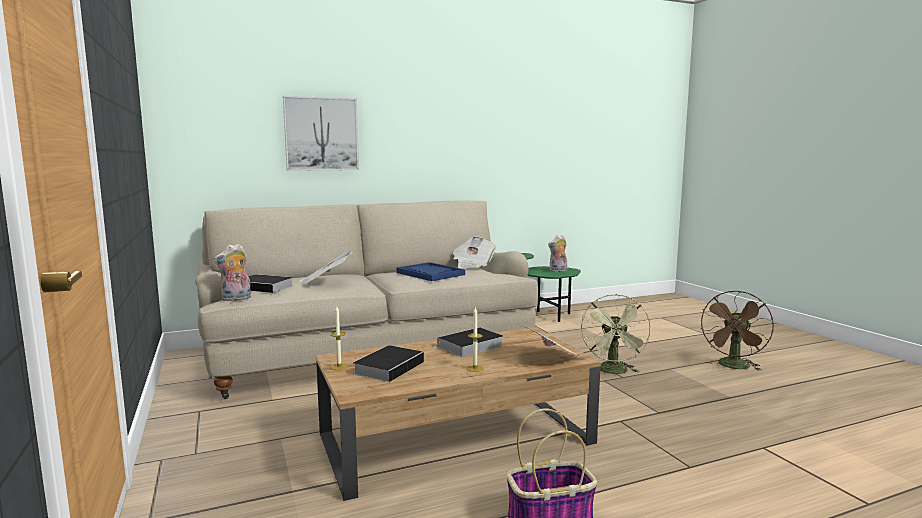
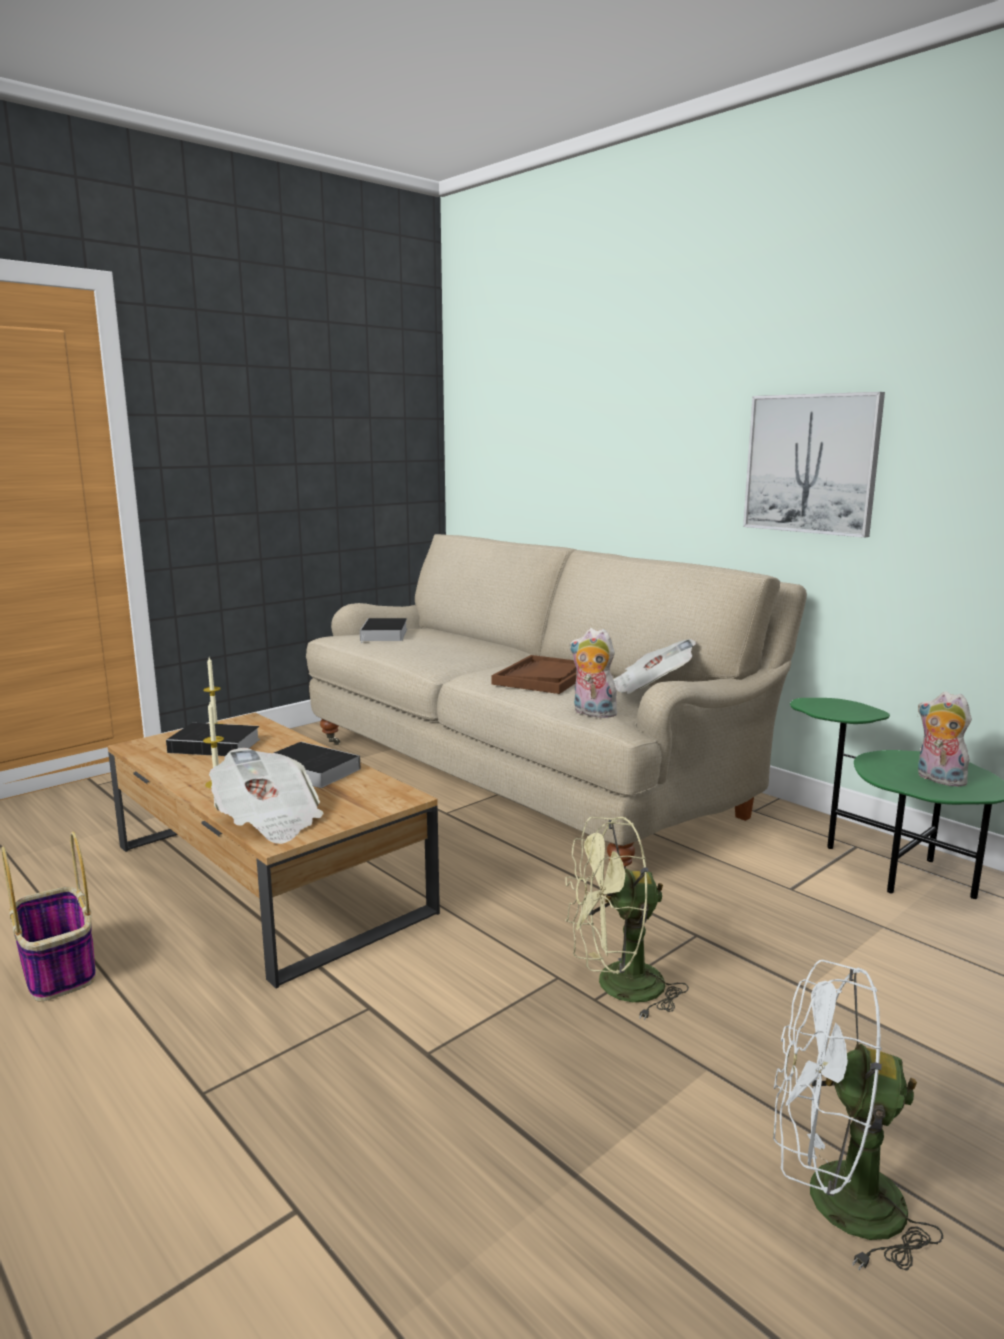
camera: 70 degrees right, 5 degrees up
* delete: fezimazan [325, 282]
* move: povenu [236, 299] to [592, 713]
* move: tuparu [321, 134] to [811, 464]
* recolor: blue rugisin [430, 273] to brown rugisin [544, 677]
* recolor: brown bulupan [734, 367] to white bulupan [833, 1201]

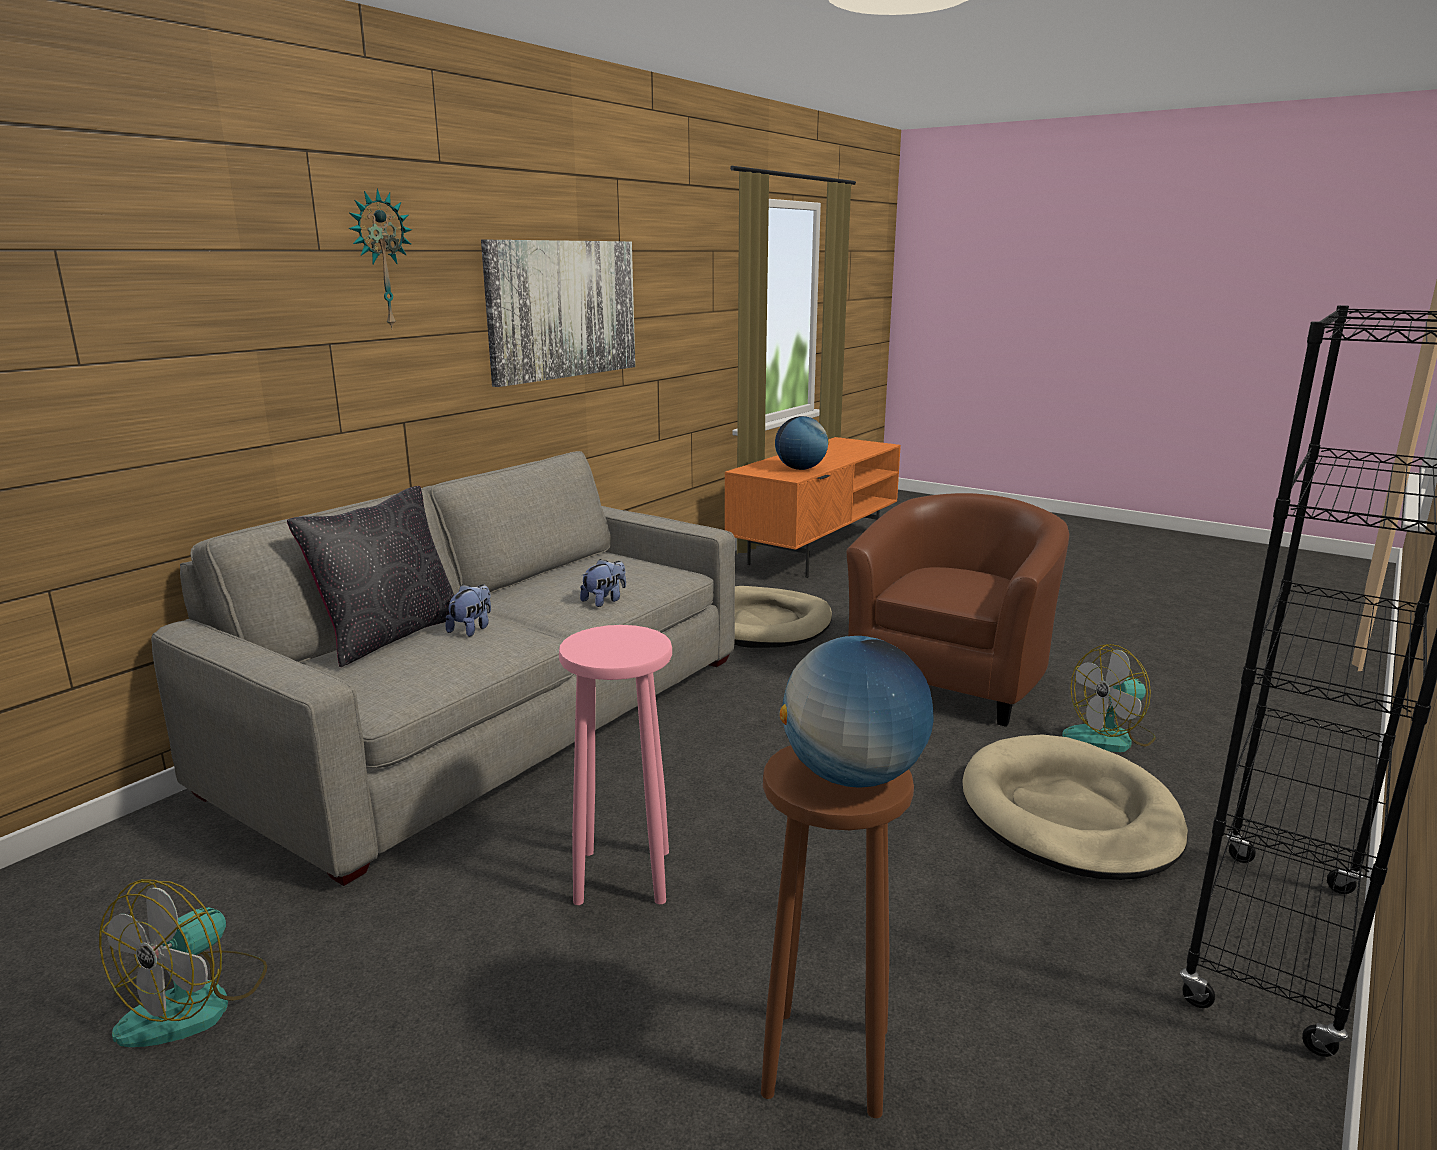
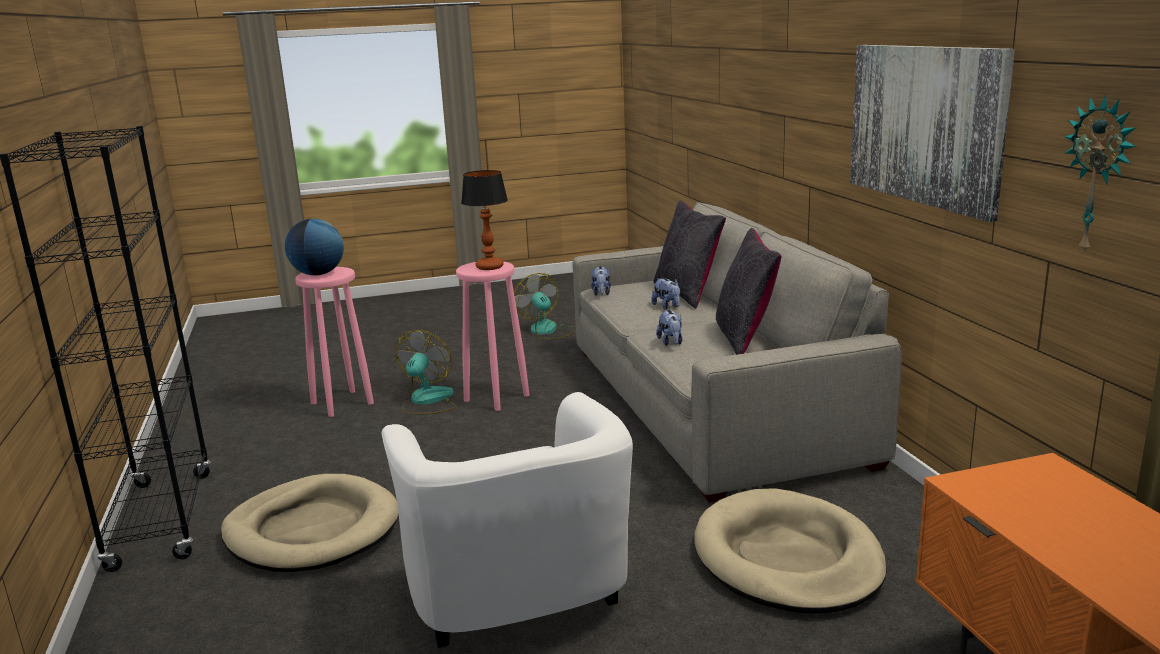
camera: 130 degrees right, 0 degrees up
* delete: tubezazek [800, 469]
* insert: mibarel [490, 267]
* insert: povenu [601, 293]
* insert: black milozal [745, 338]
* move: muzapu [381, 260] to [1099, 176]
* move: bulupan [1110, 737] to [427, 401]
* recolor: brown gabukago [824, 1060] to pink gabukago [343, 403]
* recolor: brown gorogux [953, 679] to white gorogux [519, 602]

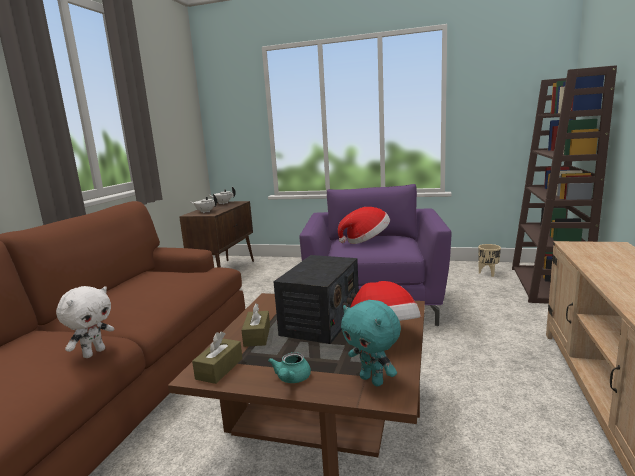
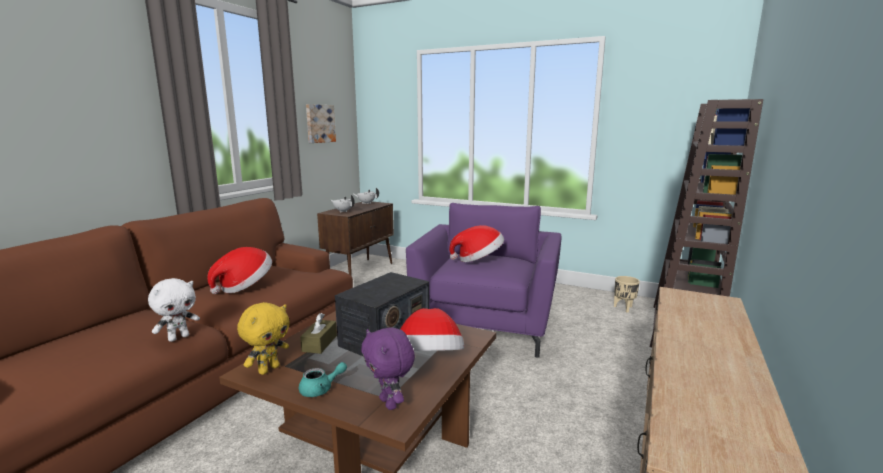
camera: 10 degrees right, 0 degrees up
* insert: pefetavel [245, 286]
* insert: tuparu [319, 123]
* replace: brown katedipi [219, 369] to yellow povenu [268, 369]
* recolor: turquoise povenu [373, 380] to purple povenu [389, 403]
* rotate: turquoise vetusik [291, 379] = [321, 389] 135 degrees counterclockwise

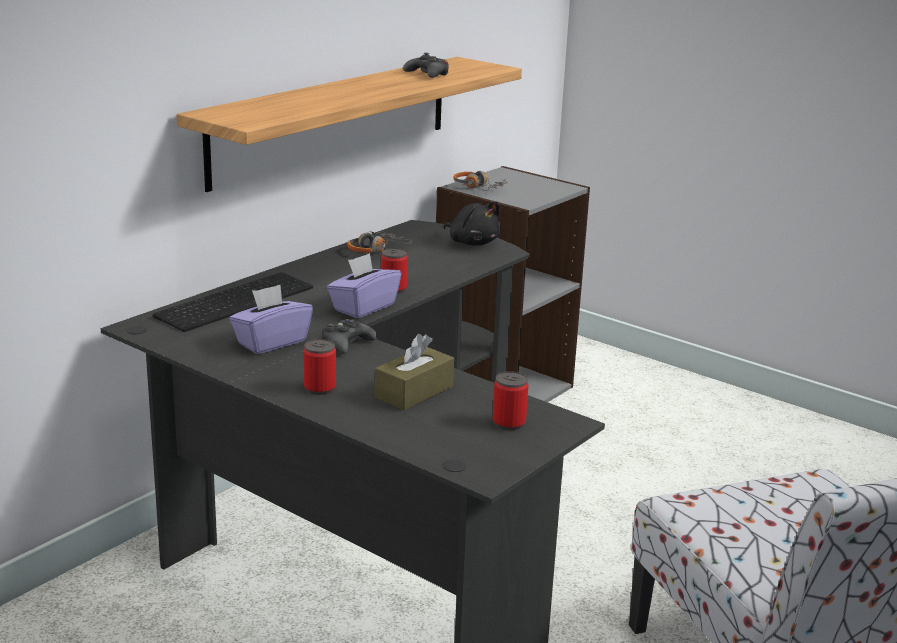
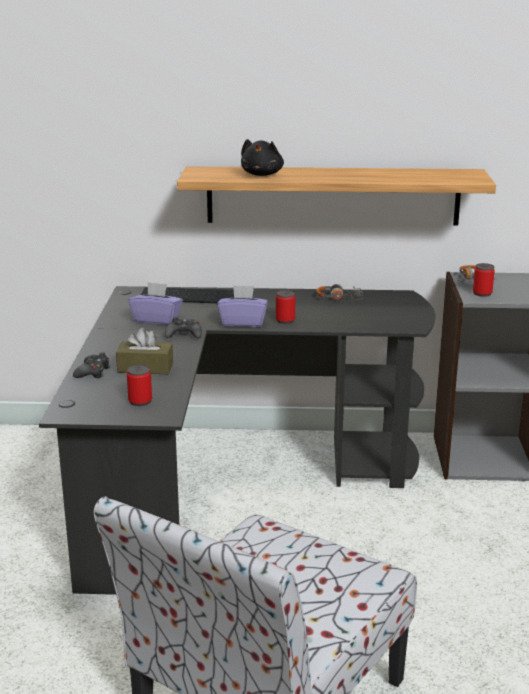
camera: 55 degrees right, 0 degrees up
* move: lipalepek [320, 388] to [482, 293]
* move: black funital [427, 74] to [93, 372]
* move: black povenu [472, 242] to [262, 174]

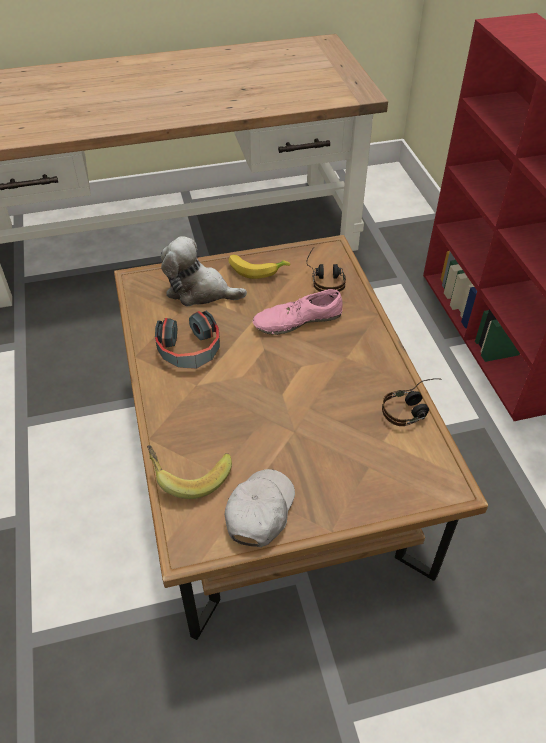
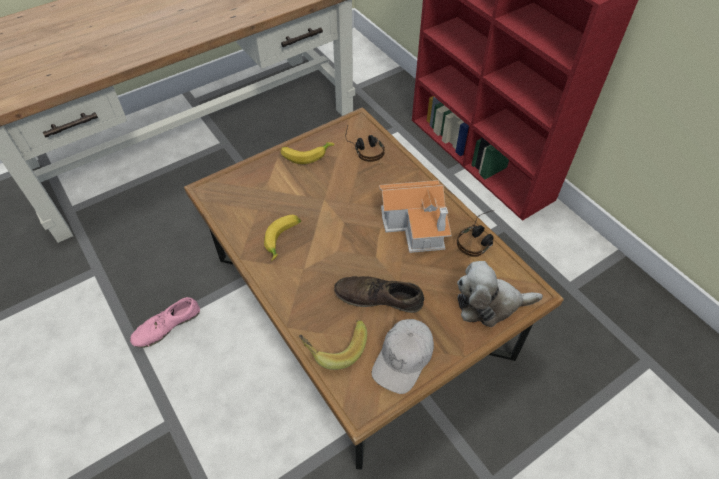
camera: 20 degrees left, 5 degrees up
* insert: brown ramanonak [378, 298]
* insert: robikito [417, 225]
* move: povenu [199, 291] to [490, 304]
* move: pink ramanonak [297, 320] to [167, 326]
* replace: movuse [189, 350] to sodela [283, 240]
* rotate: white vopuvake [259, 511] = [403, 359] 150 degrees counterclockwise

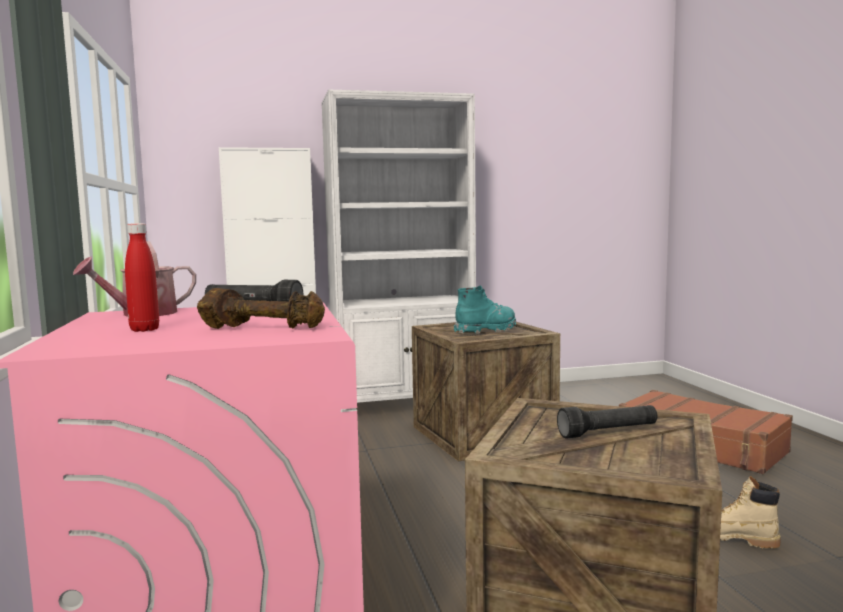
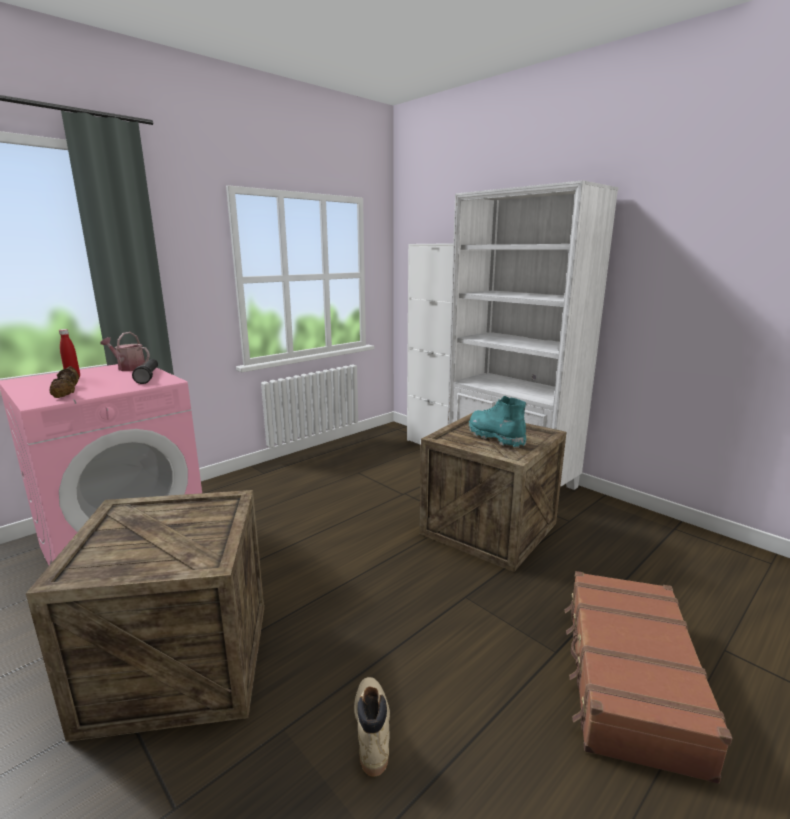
camera: 60 degrees right, 10 degrees up
* delete: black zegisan [608, 433]
* rotate: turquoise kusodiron [486, 330] = [495, 437] 150 degrees counterclockwise

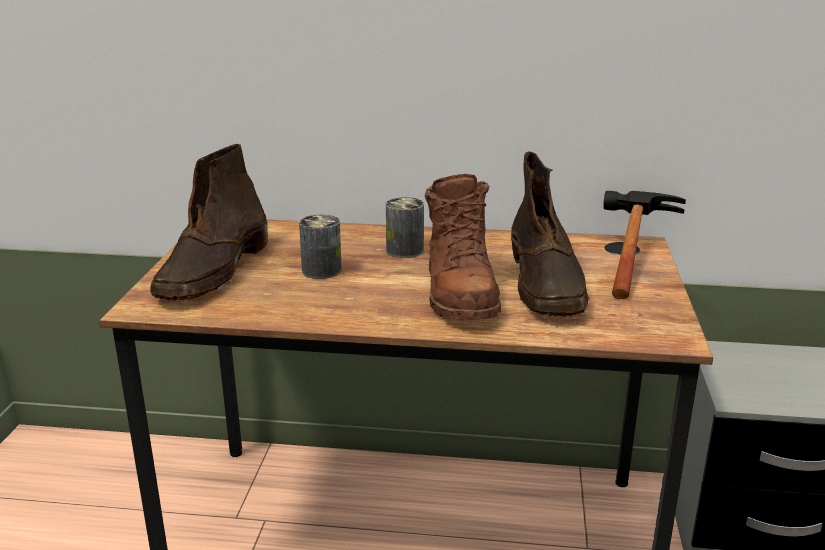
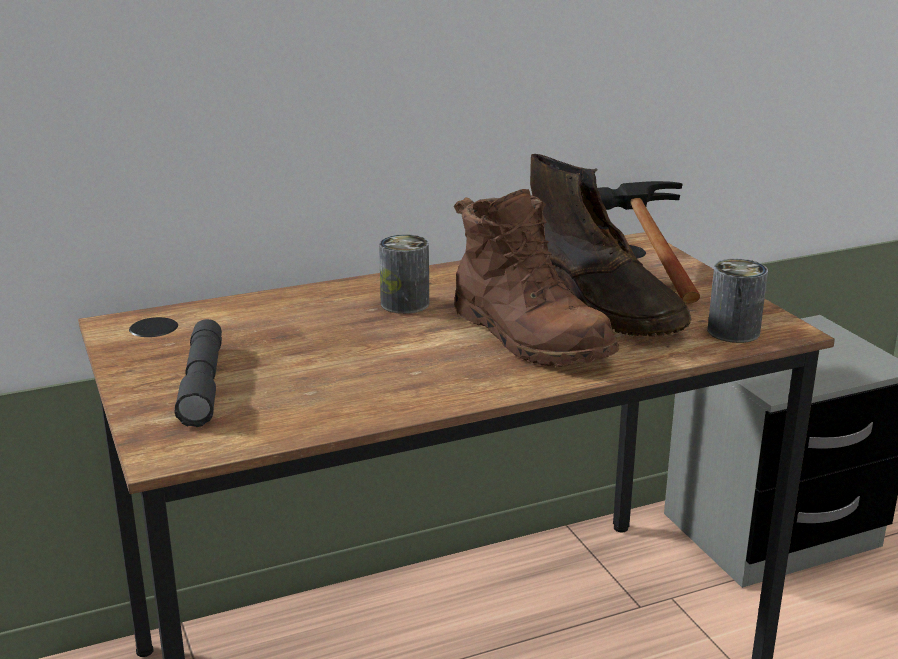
camera: 30 degrees left, 0 degrees up
* move: lipalepek [321, 270] to [733, 331]
* replace: brown kusodiron [214, 272] to grey zegisan [202, 384]

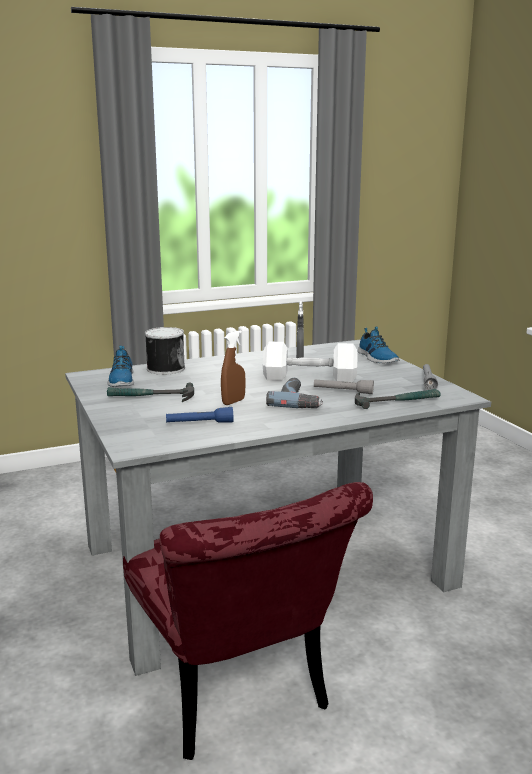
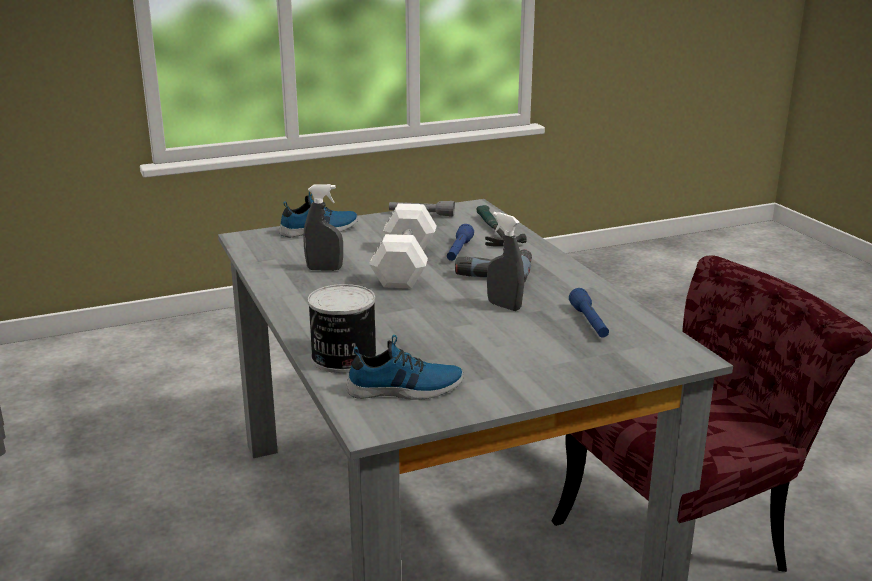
camera: 90 degrees left, 5 degrees up
* delete: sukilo [151, 397]
* recolor: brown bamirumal [233, 402] to grey bamirumal [504, 306]
* recolor: grey zegisan [343, 391] to blue zegisan [458, 251]

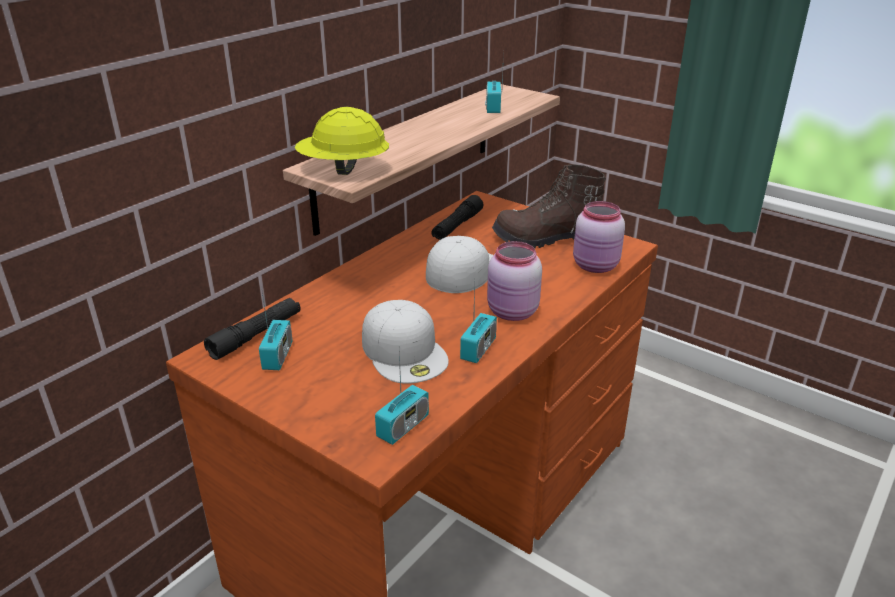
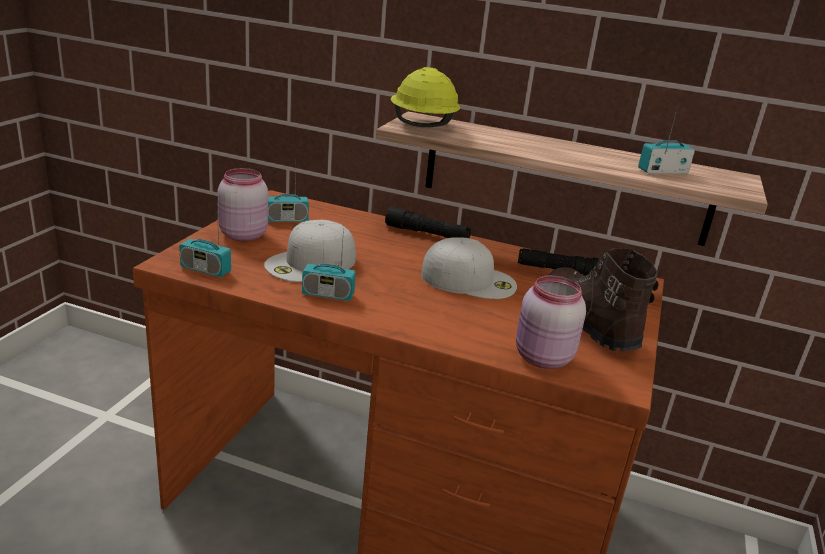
camera: 70 degrees right, 5 degrees down
* move: black zegisan [256, 335] to [427, 234]
* move: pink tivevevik [512, 313] to [242, 235]

